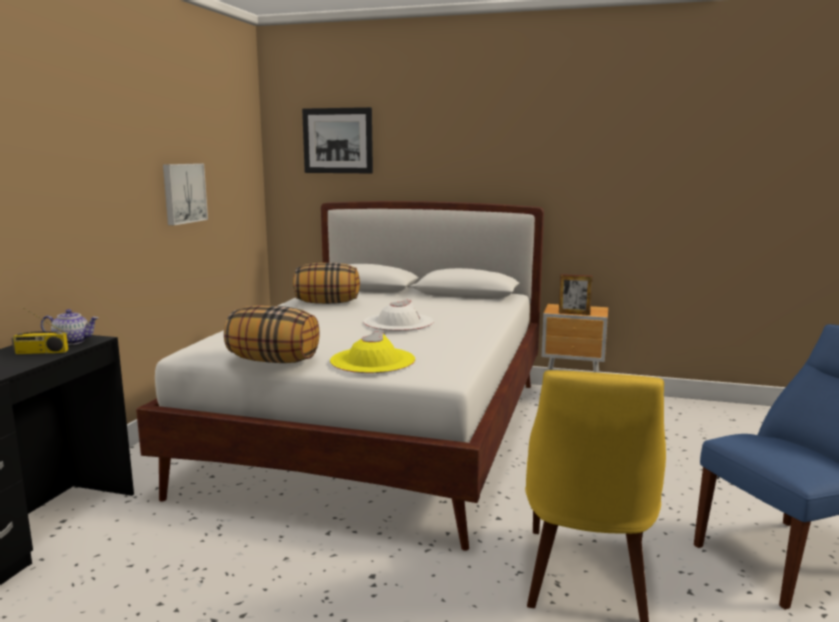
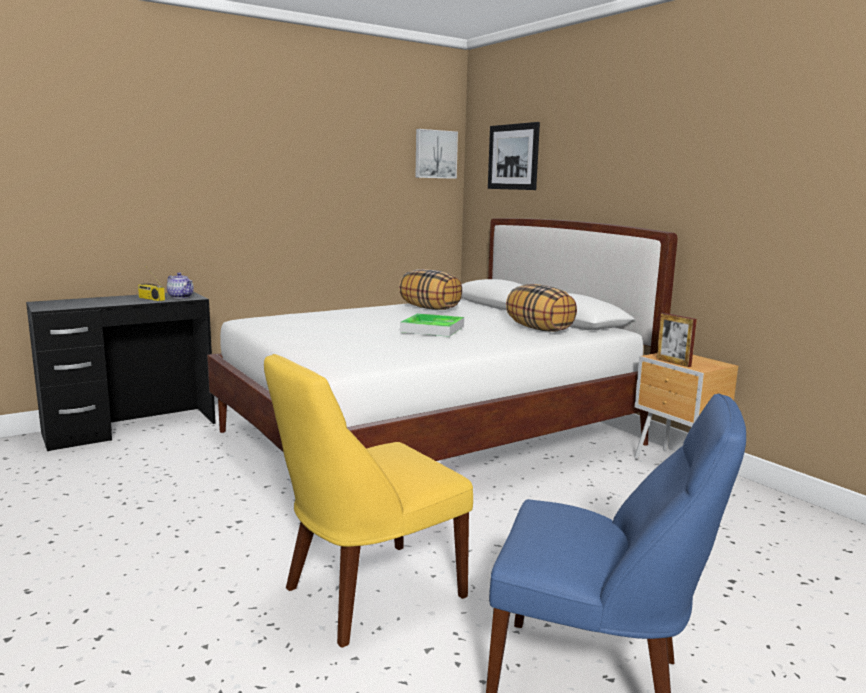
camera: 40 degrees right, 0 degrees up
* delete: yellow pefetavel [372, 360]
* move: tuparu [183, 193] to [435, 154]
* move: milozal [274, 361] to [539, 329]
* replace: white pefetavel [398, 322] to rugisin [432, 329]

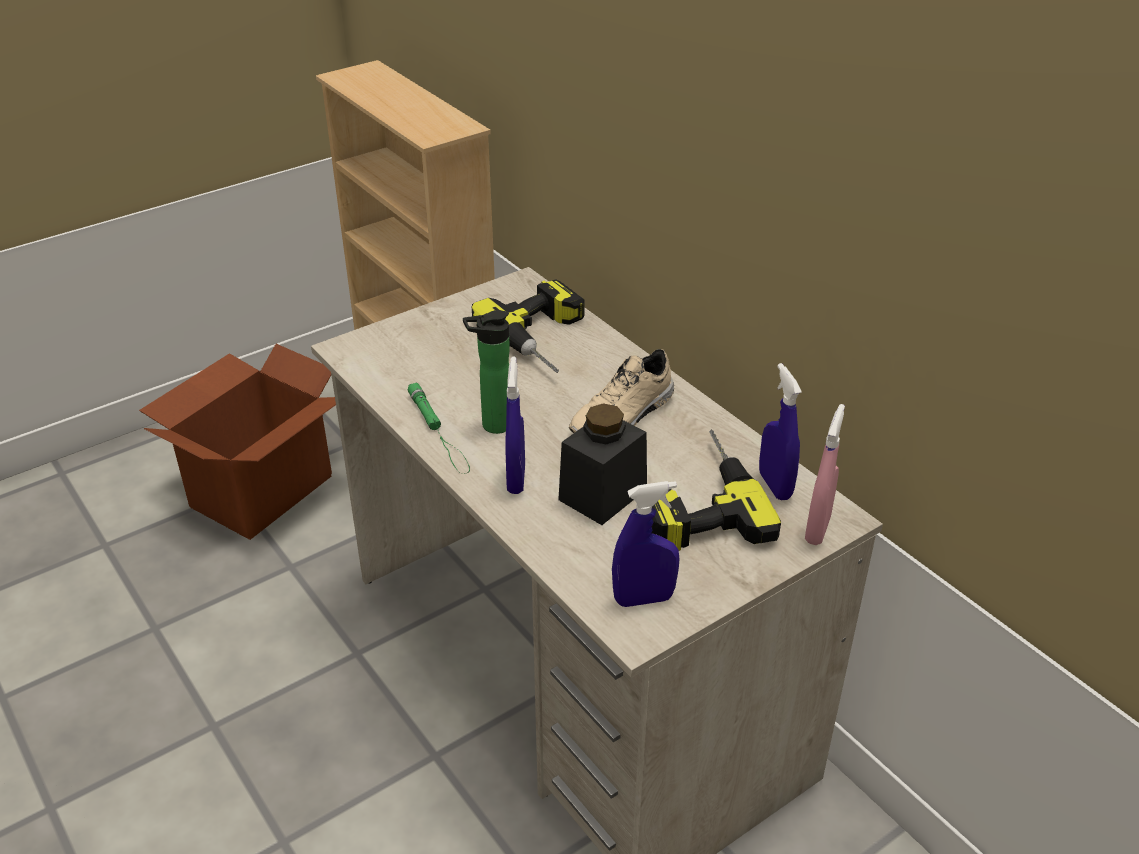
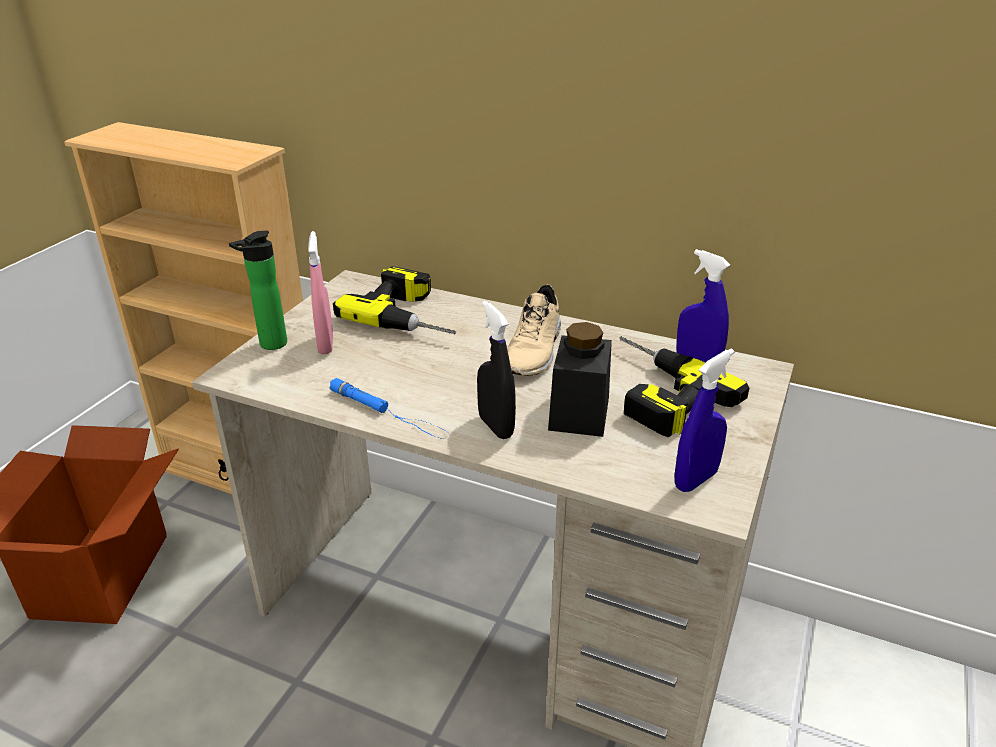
camera: 30 degrees left, 5 degrees down
* move: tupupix [492, 426] to [269, 345]
* move: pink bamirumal [817, 529] to [325, 344]
* recolor: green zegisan [439, 432] to blue zegisan [389, 413]
* recolor: blue bamirumal [516, 479] to black bamirumal [495, 426]

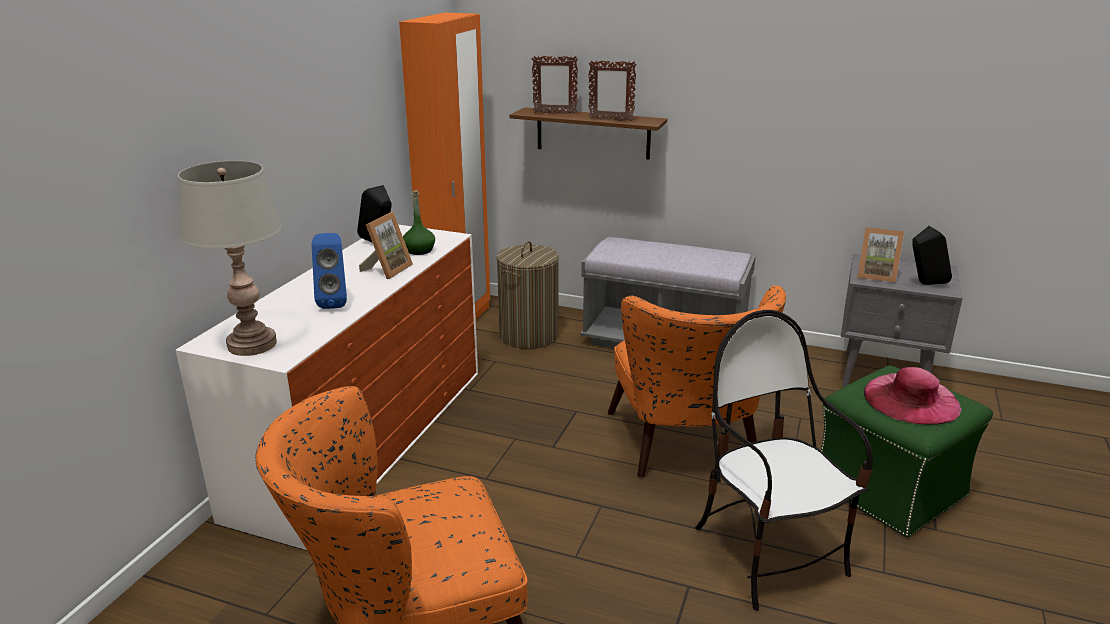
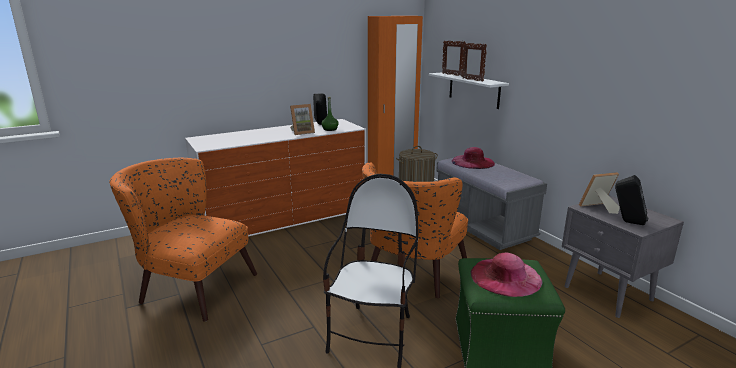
camera: 40 degrees right, 5 degrees down
* delete: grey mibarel [252, 344]
* delete: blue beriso [334, 302]
* insert: pink pefetavel [473, 162]
* recolor: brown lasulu [593, 133] to white lasulu [474, 90]
* rotate: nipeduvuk [876, 275] = [598, 208] 105 degrees clockwise

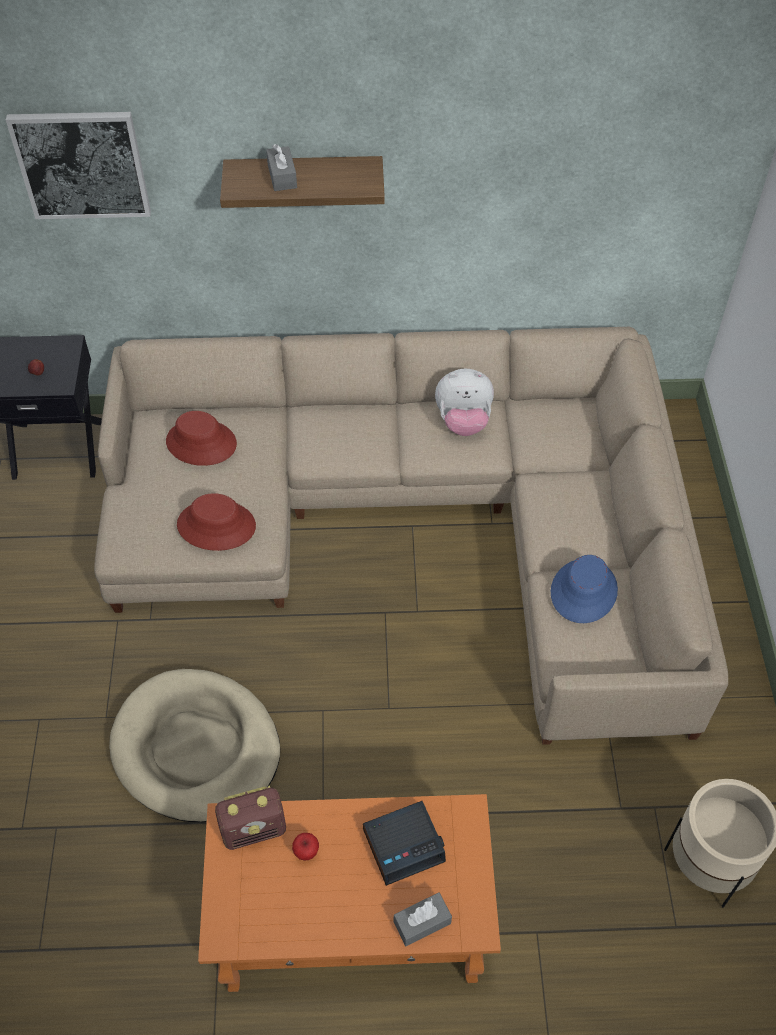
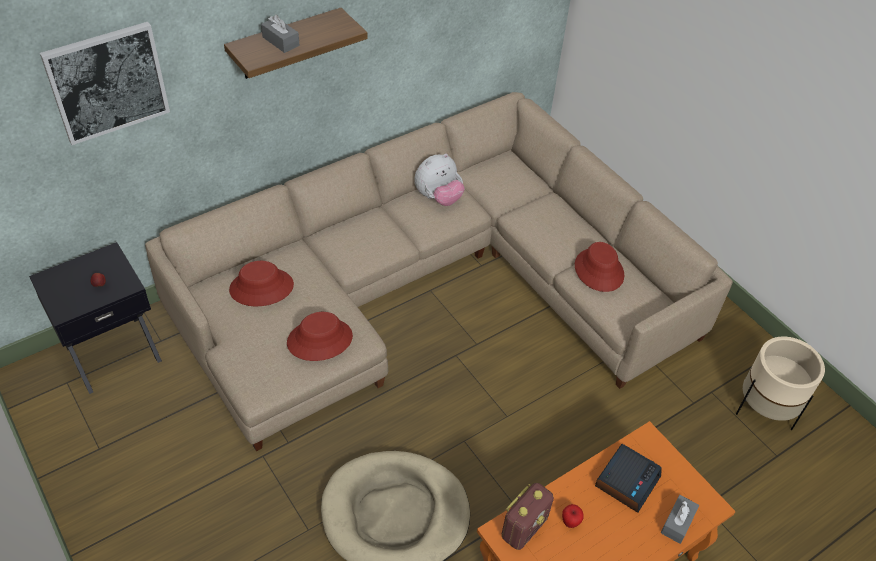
camera: 35 degrees left, 5 degrees down
* recolor: blue pefetavel [583, 591] to red pefetavel [598, 270]

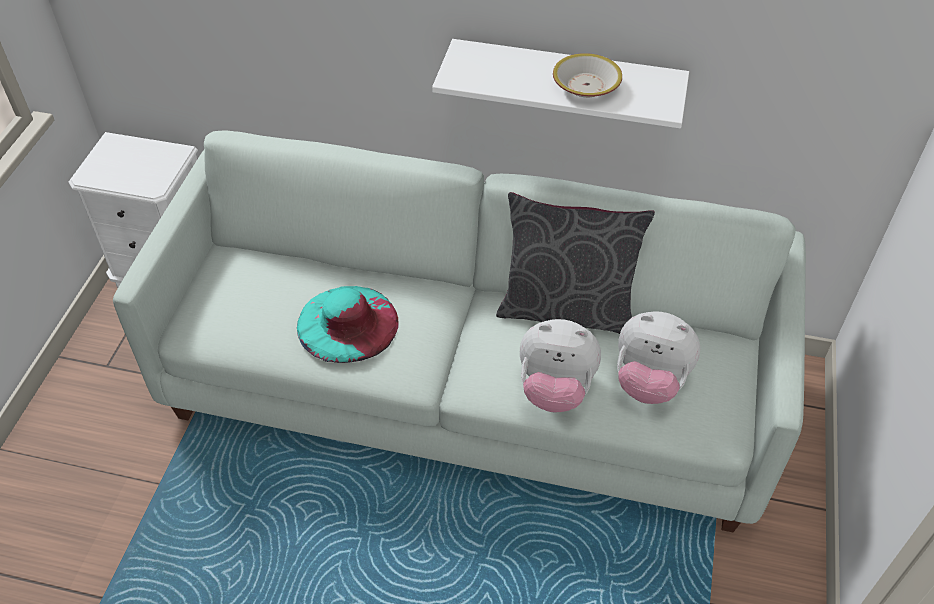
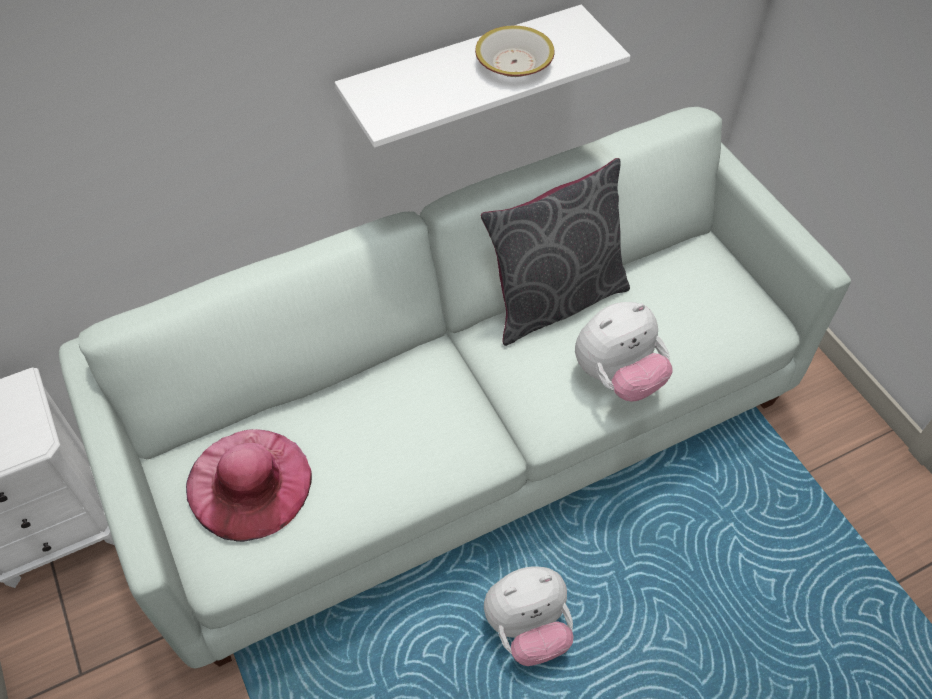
camera: 40 degrees left, 5 degrees up
* delete: turquoise pefetavel [347, 323]
* insert: pink pefetavel [249, 483]
* move: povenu [649, 382] to [527, 628]

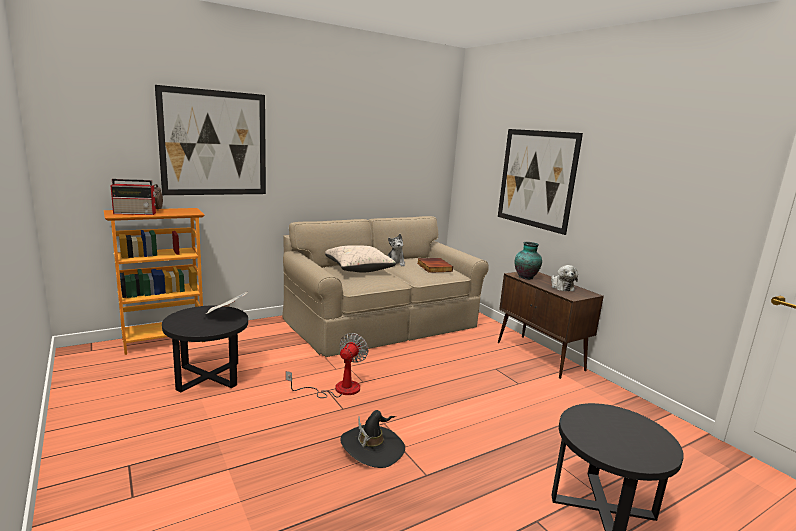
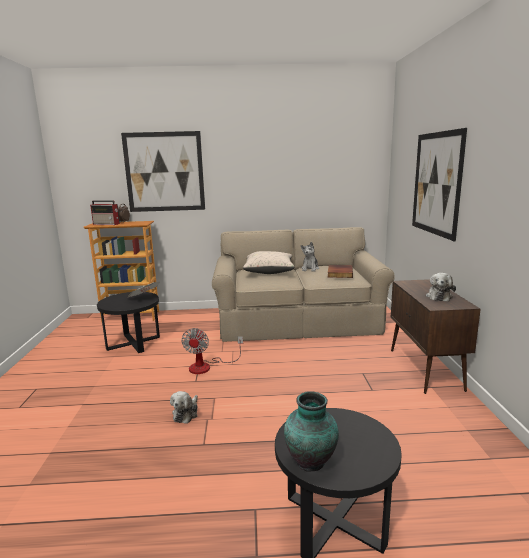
camera: 30 degrees right, 0 degrees up
* move: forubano [526, 277] to [311, 460]
* replace: black pefetavel [372, 447] to povenu [186, 413]
* rotate: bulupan [337, 389] = [207, 366] 135 degrees clockwise

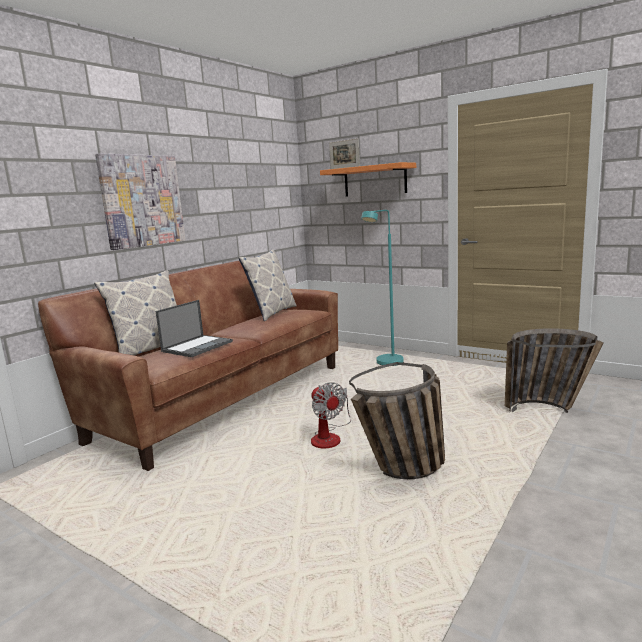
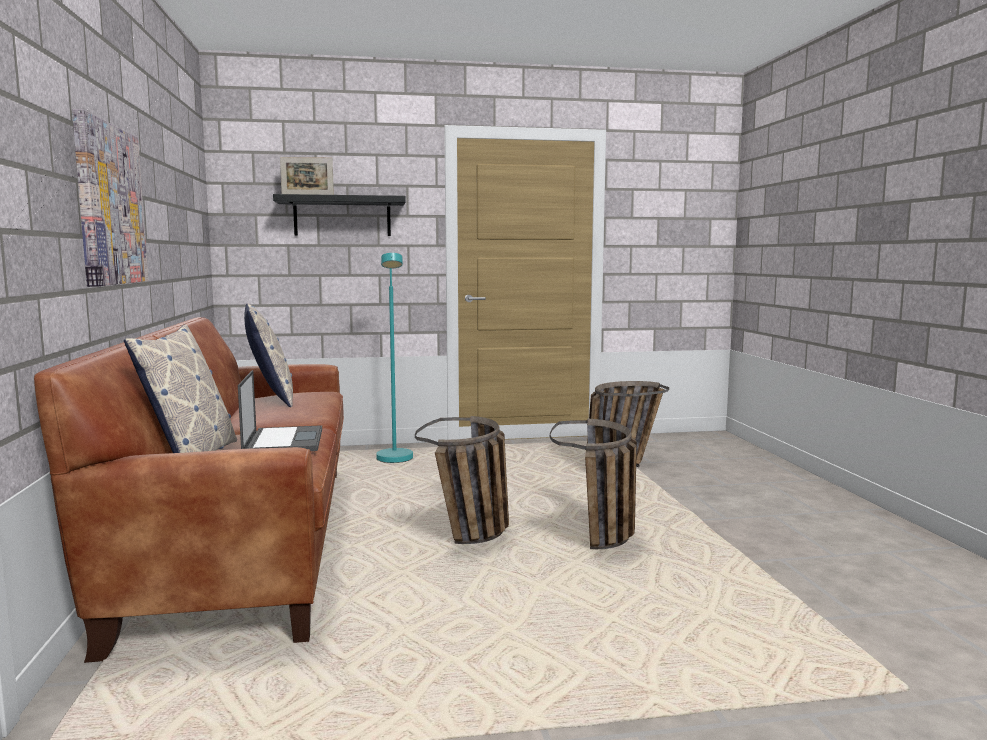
camera: 45 degrees left, 5 degrees down
* replace: bulupan [329, 437] to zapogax [473, 538]
* recolor: orange lasulu [375, 180] to black lasulu [342, 217]

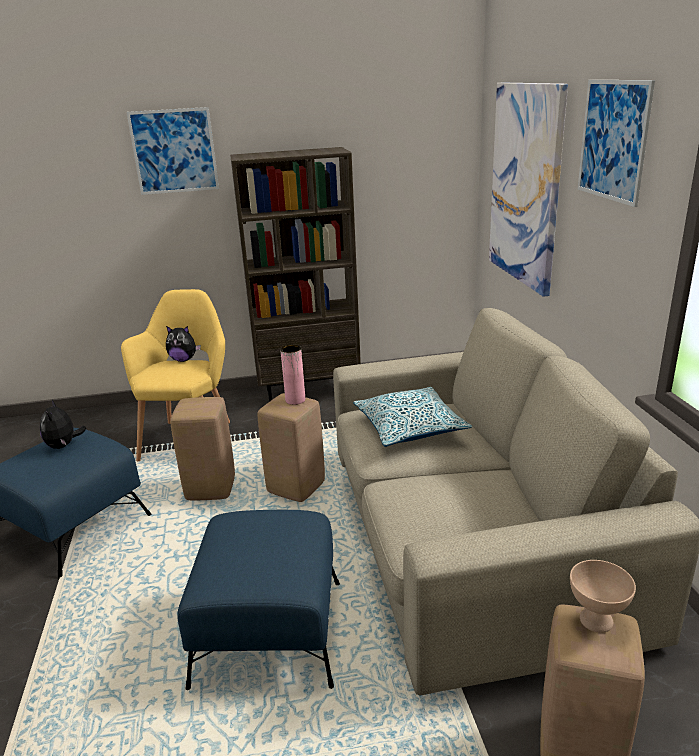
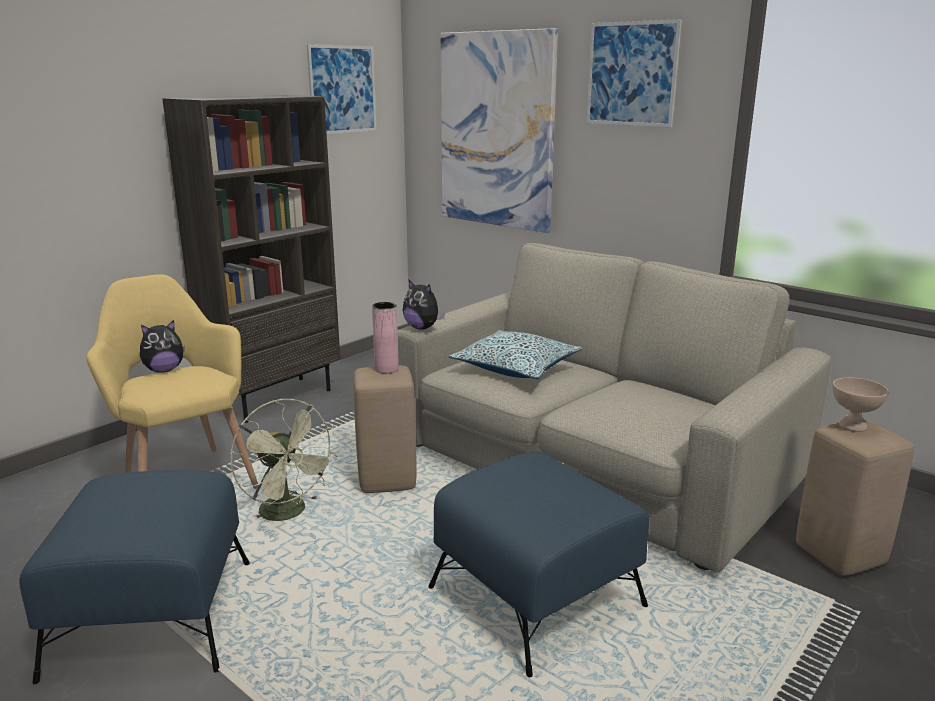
camera: 40 degrees left, 5 degrees down
* move: povenu [64, 445] to [422, 328]
* move: tuparu [174, 151] to [342, 89]
* replace: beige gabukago [212, 488] to green bulupan [289, 514]

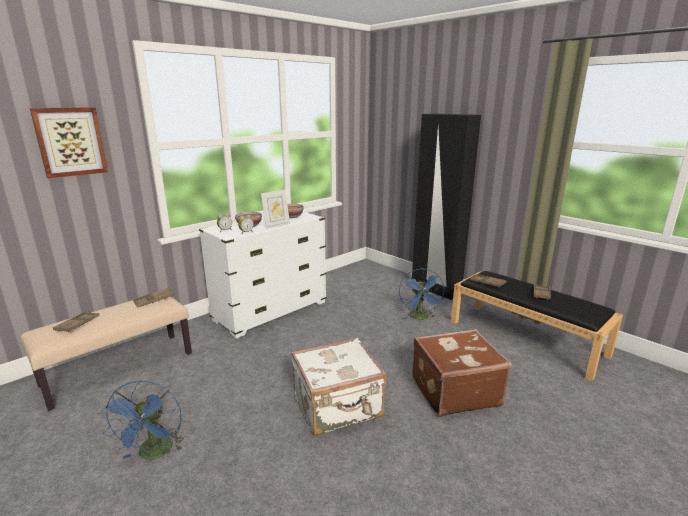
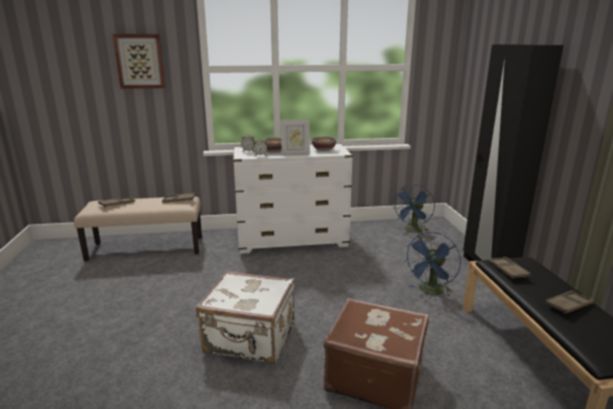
camera: 35 degrees right, 0 degrees up
* move: blue bulupan [154, 454] to [412, 231]

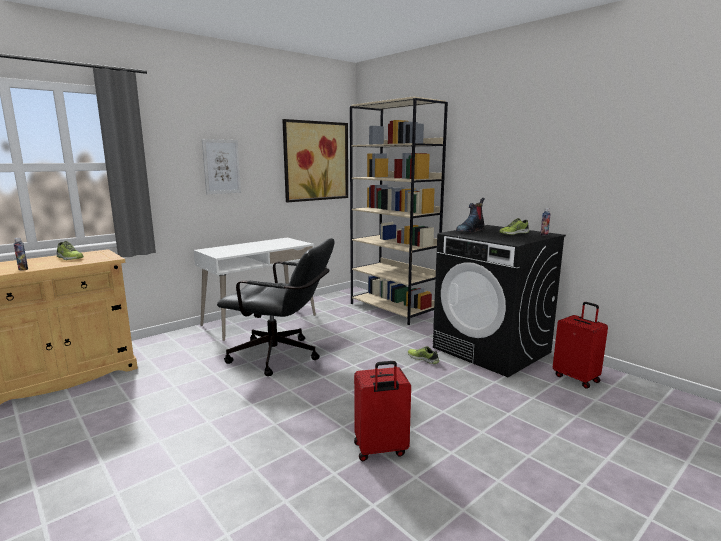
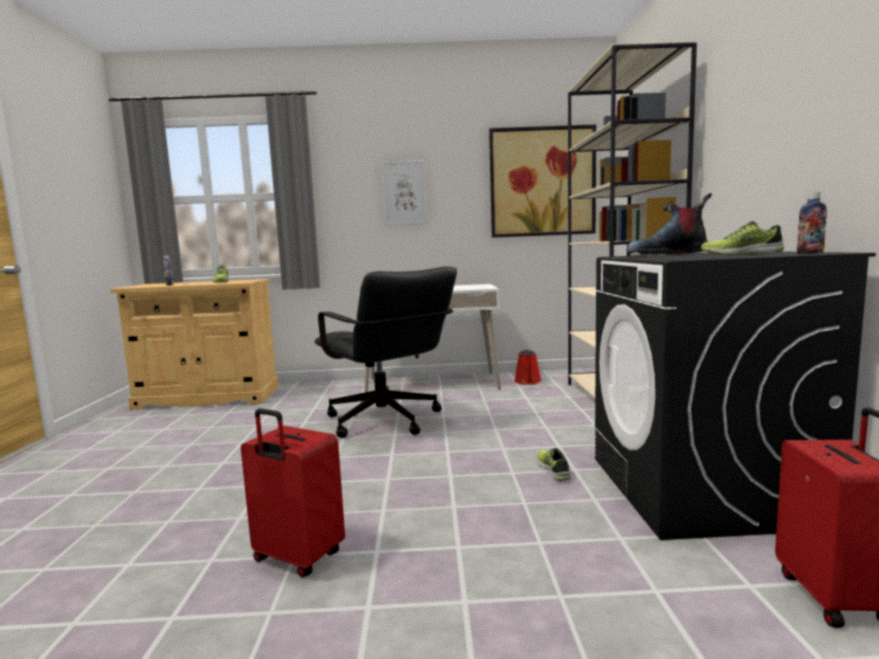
camera: 40 degrees right, 5 degrees down
* insert: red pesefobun [528, 381]

